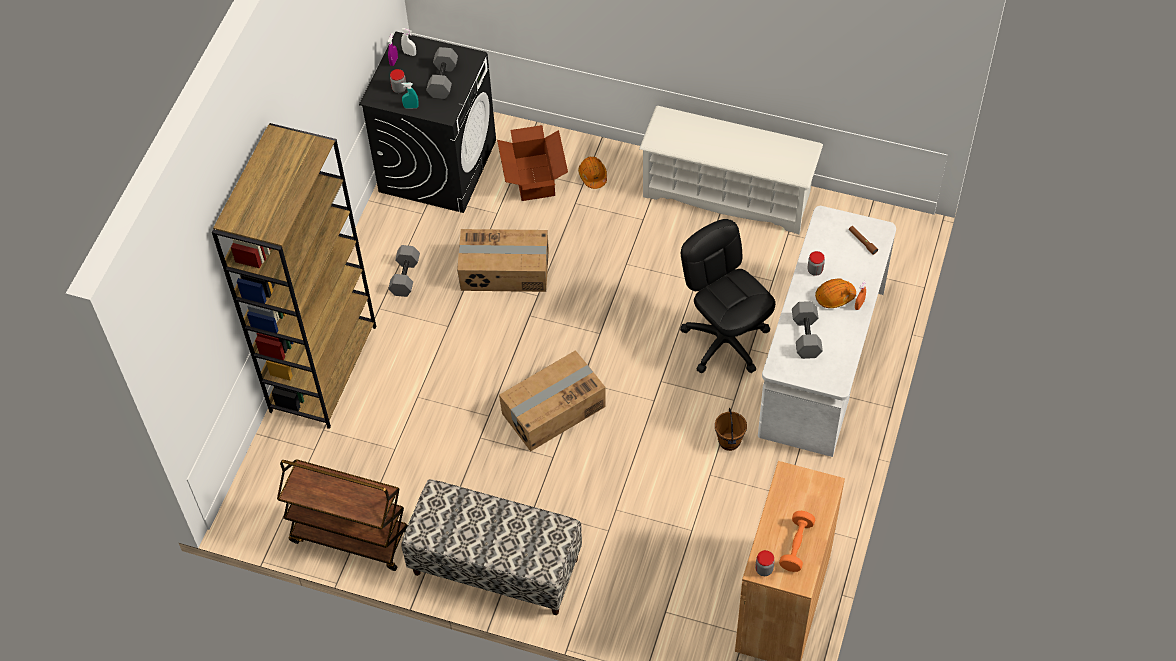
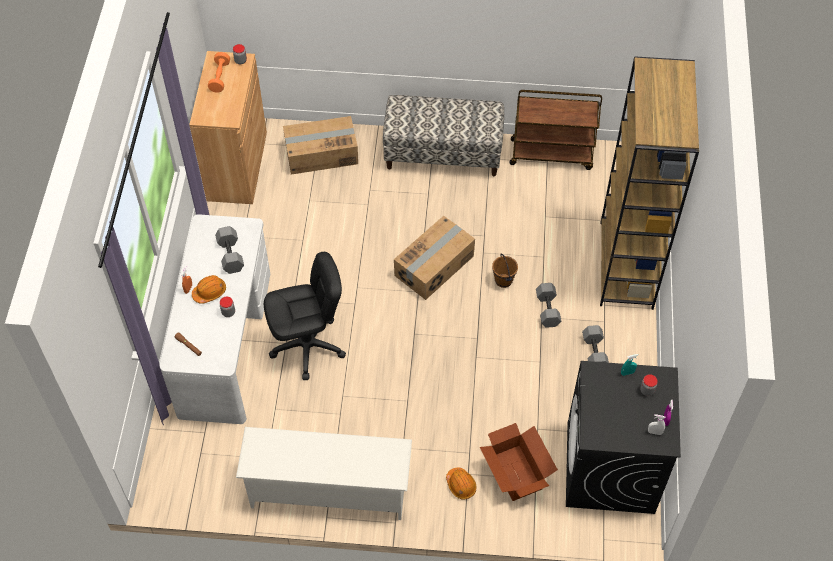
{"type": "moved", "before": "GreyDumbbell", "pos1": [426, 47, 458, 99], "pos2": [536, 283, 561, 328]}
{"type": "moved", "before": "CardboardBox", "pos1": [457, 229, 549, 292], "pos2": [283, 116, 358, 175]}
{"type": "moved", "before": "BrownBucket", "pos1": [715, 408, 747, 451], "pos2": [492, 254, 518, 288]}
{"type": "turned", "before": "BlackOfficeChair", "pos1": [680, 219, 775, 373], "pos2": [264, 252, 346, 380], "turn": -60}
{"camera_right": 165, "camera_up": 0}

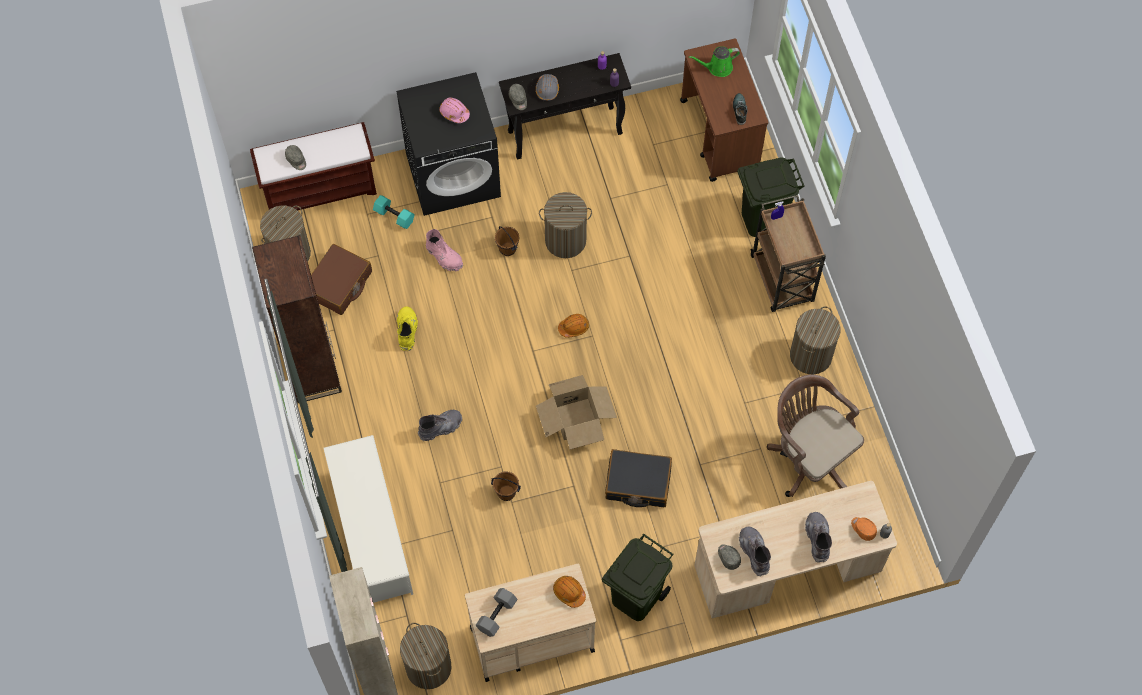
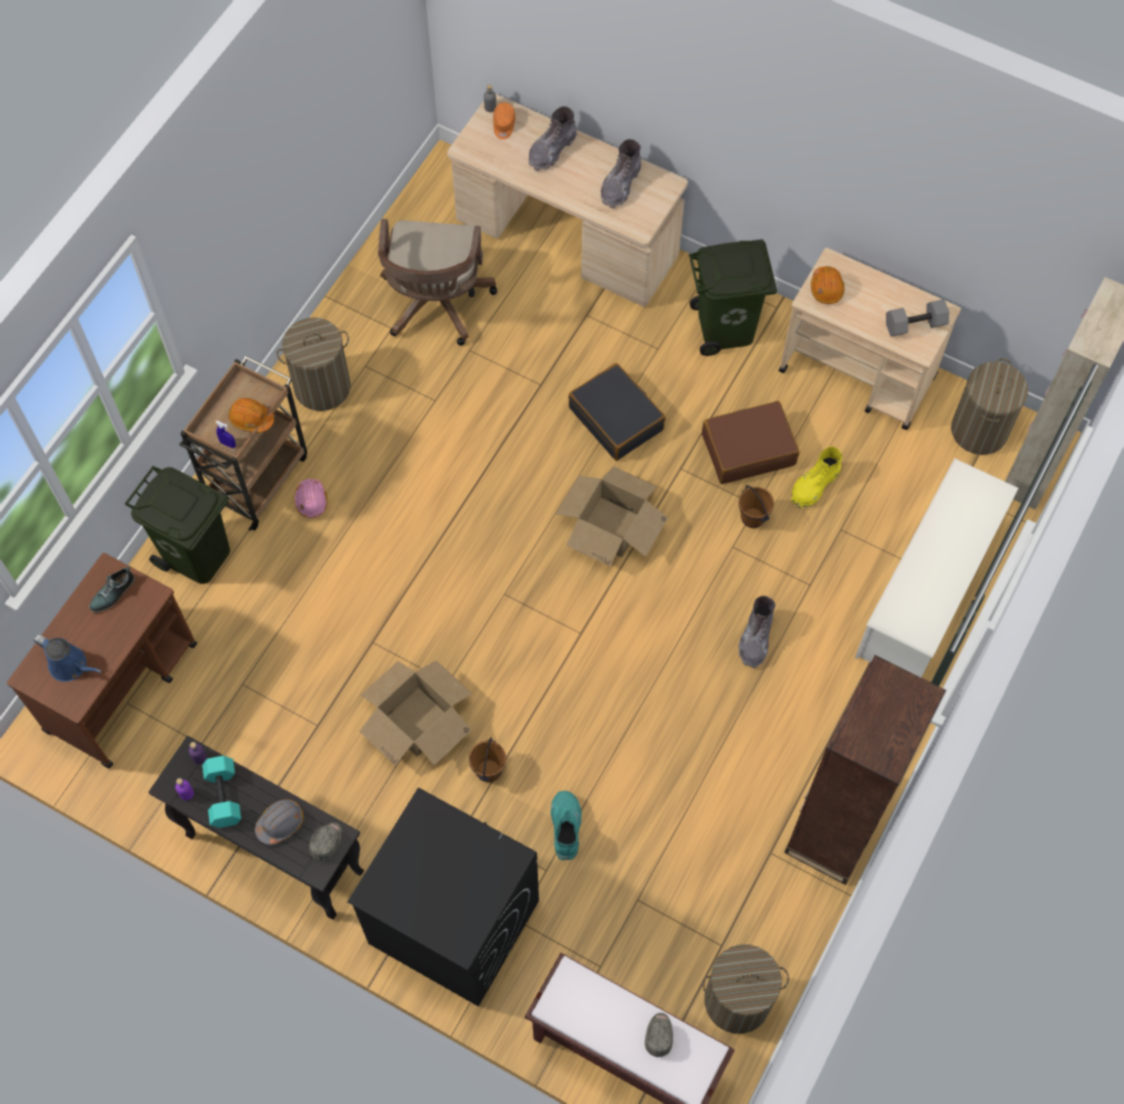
{"type": "removed", "before": "GreyCap", "pos1": [718, 544, 741, 570]}
{"type": "moved", "before": "BrownSuitcase", "pos1": [311, 244, 372, 315], "pos2": [702, 401, 799, 484]}
{"type": "moved", "before": "TurquoiseDumbbell", "pos1": [373, 195, 415, 229], "pos2": [202, 756, 241, 828]}
{"type": "moved", "before": "YellowBoot", "pos1": [397, 306, 418, 351], "pos2": [791, 447, 842, 509]}
{"type": "moved", "before": "PinkHardHat", "pos1": [439, 97, 470, 123], "pos2": [294, 479, 327, 518]}
{"type": "moved", "before": "OrangeHardHat", "pos1": [558, 314, 589, 338], "pos2": [228, 398, 274, 433]}
{"type": "replaced", "before": "LaundryBasket", "after": "CardboardBox", "pos1": [539, 192, 592, 258], "pos2": [359, 660, 472, 766]}
{"type": "recoloured", "before": "PinkBoot", "after": "TurquoiseBoot", "pos1": [426, 229, 463, 272], "pos2": [550, 791, 582, 860]}
{"type": "recoloured", "before": "GreenWateringCan", "after": "BlueWateringCan", "pos1": [689, 46, 740, 77], "pos2": [33, 635, 101, 682]}
{"type": "turned", "before": "GreyBoot", "pos1": [418, 410, 462, 441], "pos2": [738, 596, 775, 668], "turn": -90}
{"camera_right": -135, "camera_up": 0}

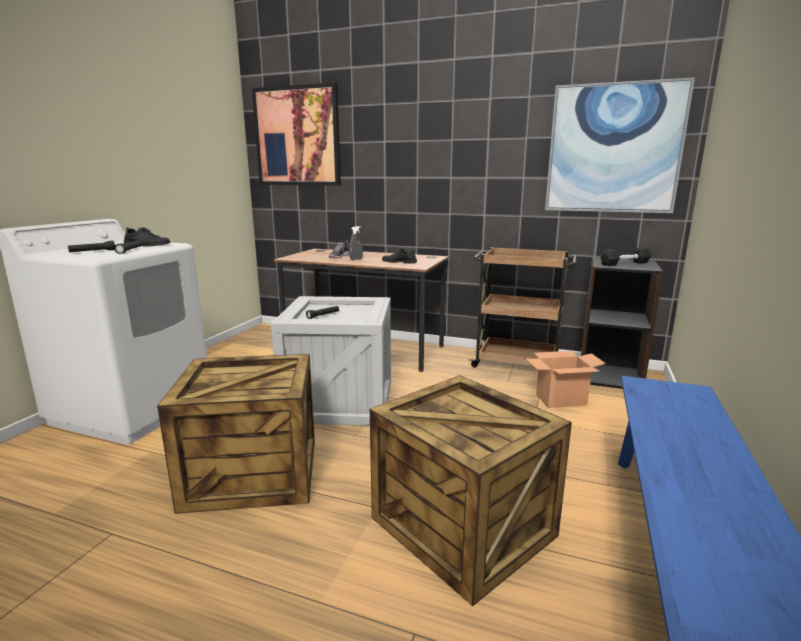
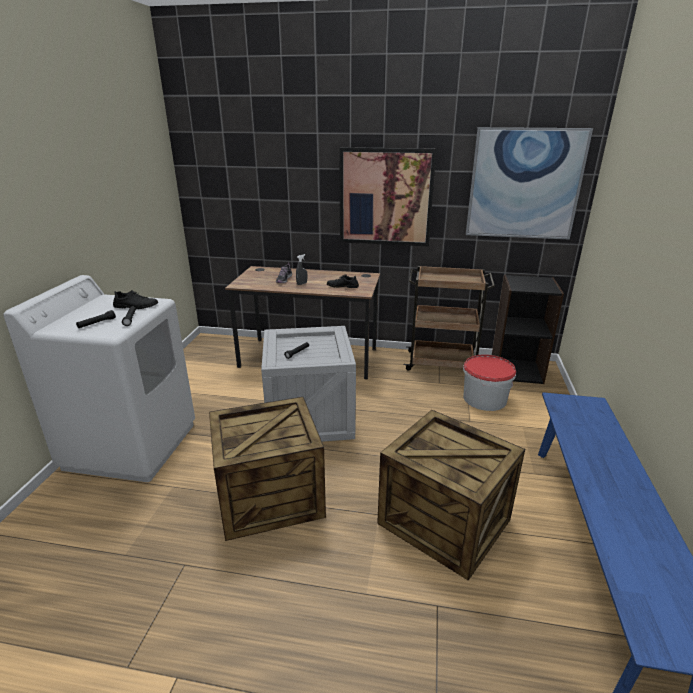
{"type": "removed", "before": "BlackDumbbell", "pos1": [600, 247, 651, 266]}
{"type": "moved", "before": "Picture", "pos1": [252, 82, 341, 186], "pos2": [339, 147, 436, 246]}
{"type": "replaced", "before": "CardboardBox", "after": "Bucket", "pos1": [526, 351, 606, 408], "pos2": [463, 354, 516, 411]}
{"camera_right": -10, "camera_up": 10}

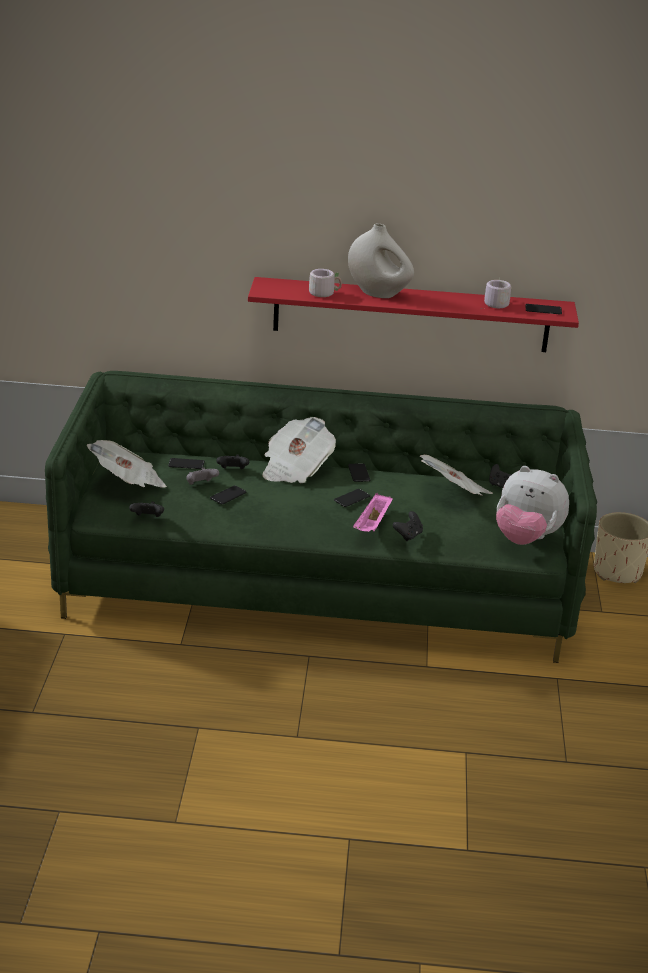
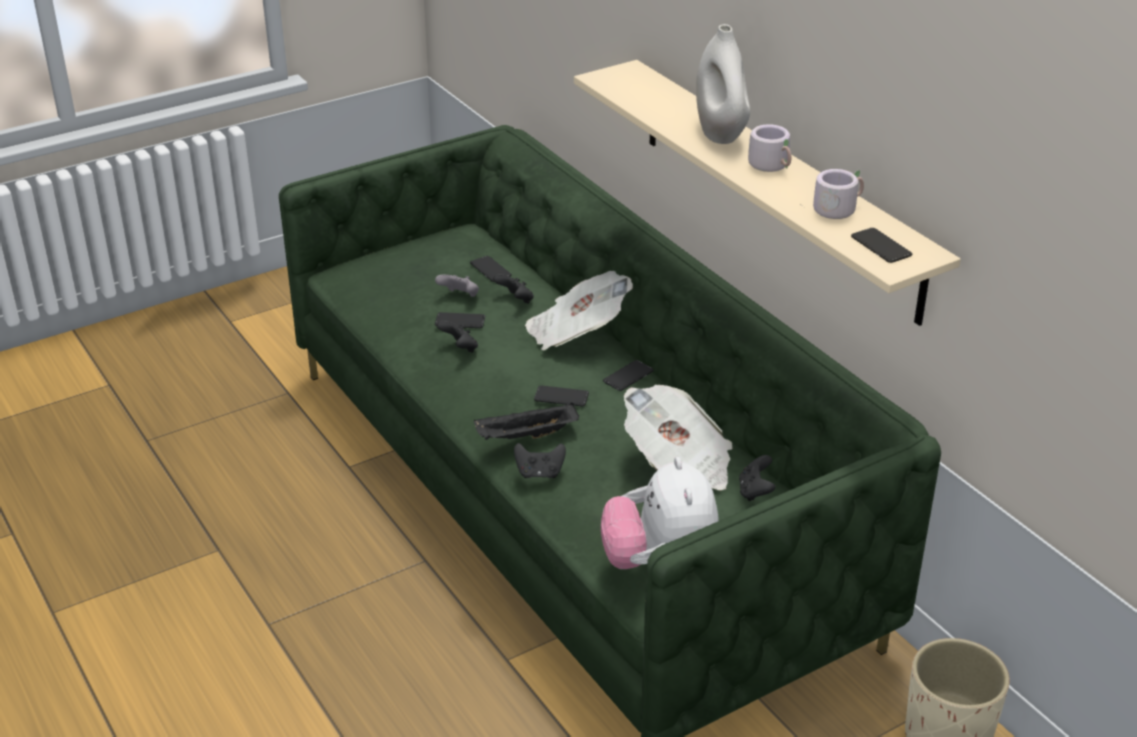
{"type": "removed", "before": "Newspaper", "pos1": [87, 440, 167, 488]}
{"type": "moved", "before": "BlackGameController", "pos1": [129, 502, 164, 517], "pos2": [437, 320, 478, 353]}
{"type": "moved", "before": "GreyMug", "pos1": [309, 269, 342, 297], "pos2": [748, 124, 791, 172]}
{"type": "recoloured", "before": "RedShelf", "after": "BeigeShelf", "pos1": [248, 277, 579, 352], "pos2": [574, 60, 961, 326]}
{"type": "recoloured", "before": "PinkTray", "after": "BlackTray", "pos1": [353, 493, 392, 532], "pos2": [474, 402, 579, 440]}
{"camera_right": 55, "camera_up": 5}

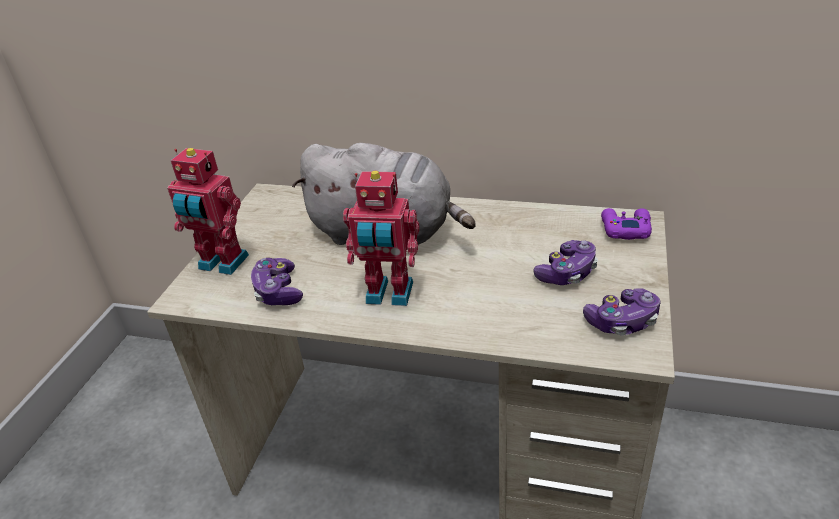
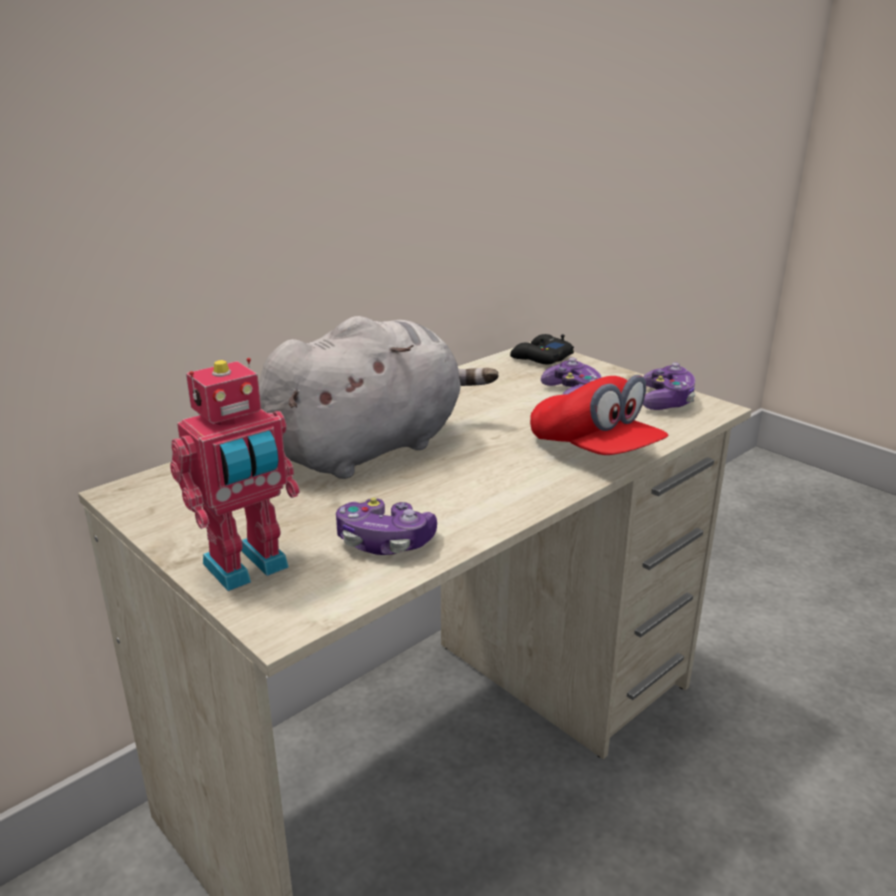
{"type": "removed", "before": "ToyRobot", "pos1": [343, 171, 419, 306]}
{"type": "added", "after": "RedCap", "pos2": [530, 375, 668, 455]}
{"type": "recoloured", "before": "PurpleGameController", "after": "BlackGameController", "pos1": [601, 208, 652, 240], "pos2": [510, 334, 574, 365]}
{"camera_right": -60, "camera_up": -10}

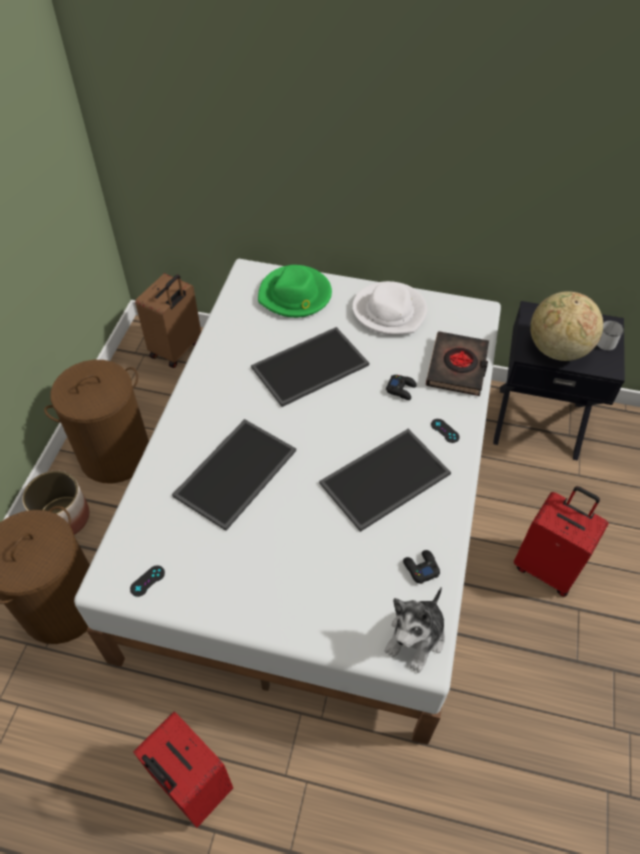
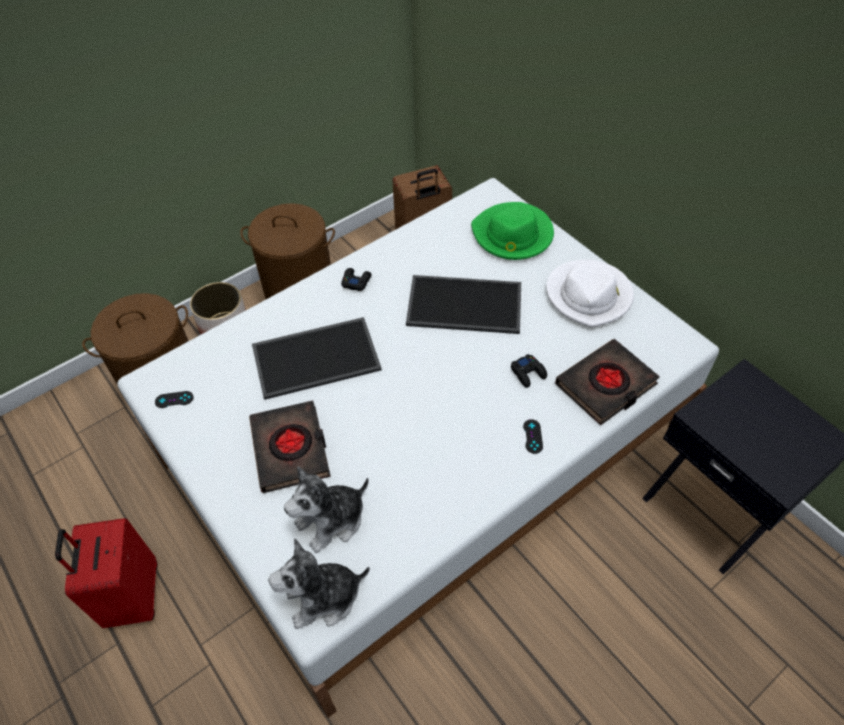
{"type": "removed", "before": "Tray", "pos1": [319, 429, 451, 532]}
{"type": "removed", "before": "RedSuitcase", "pos1": [514, 486, 608, 597]}
{"type": "removed", "before": "Globe", "pos1": [530, 291, 603, 361]}
{"type": "removed", "before": "WhiteMug", "pos1": [597, 320, 624, 351]}
{"type": "added", "after": "BlackBook", "pos2": [249, 401, 331, 493]}
{"type": "added", "after": "PlushToy", "pos2": [284, 466, 369, 553]}
{"type": "moved", "before": "BlackGameController", "pos1": [403, 550, 440, 584], "pos2": [341, 268, 372, 291]}
{"camera_right": 40, "camera_up": 0}

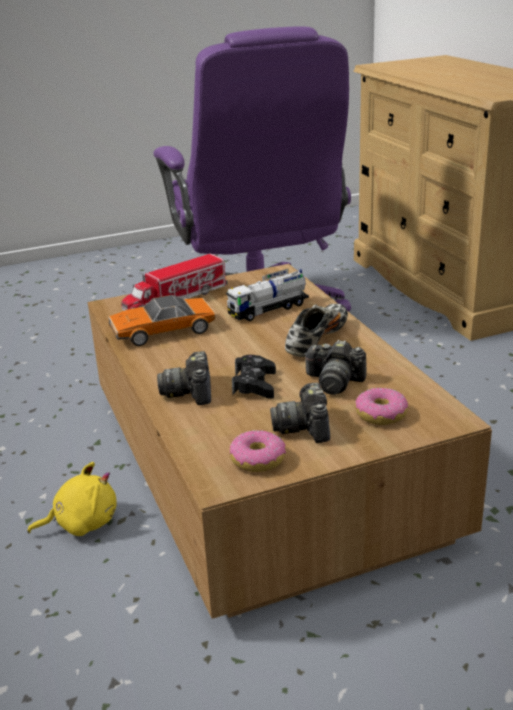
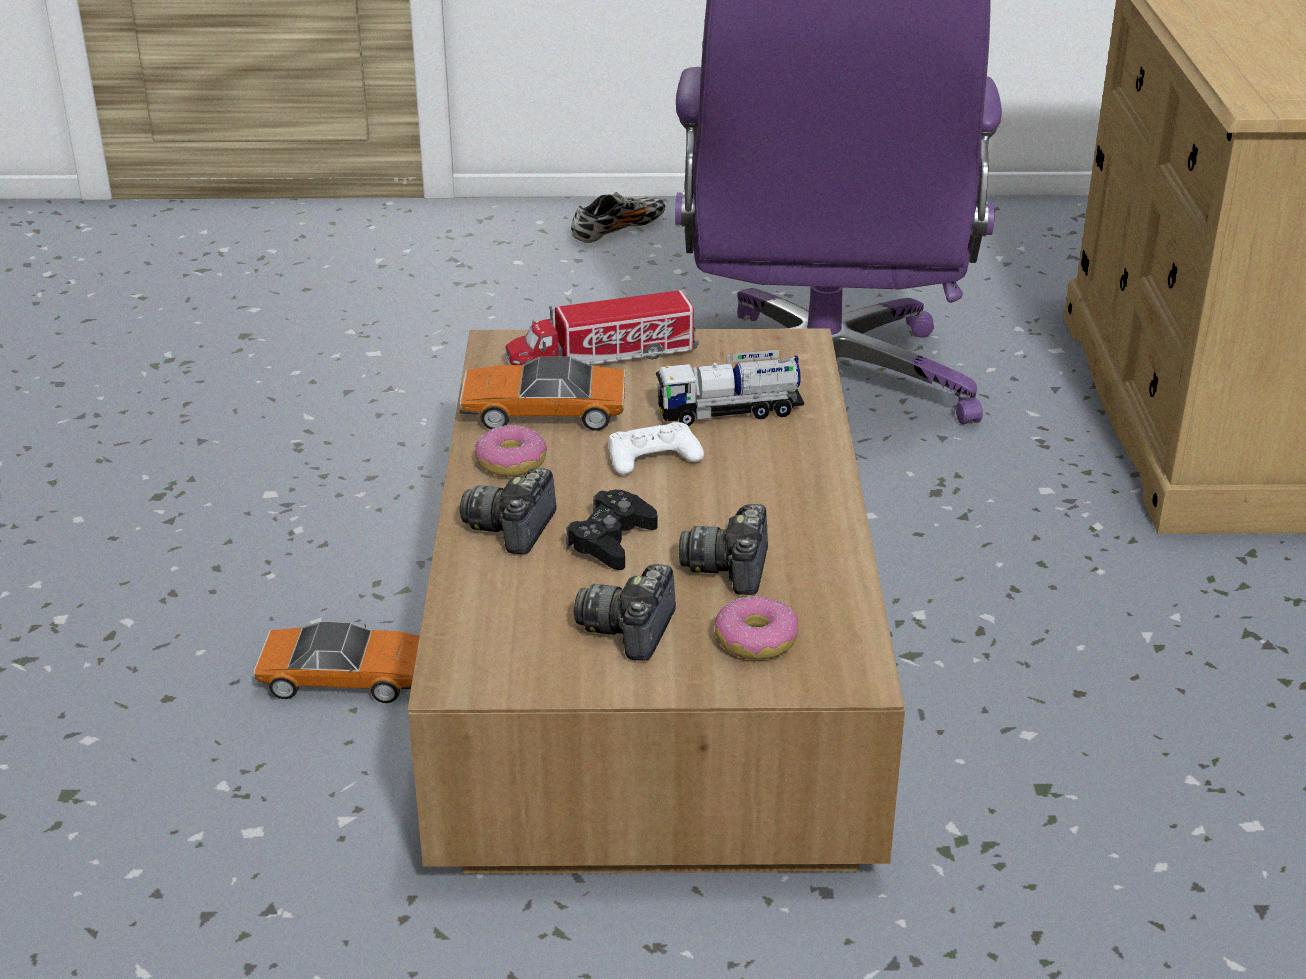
{"type": "added", "after": "WhiteGameController", "pos2": [609, 422, 704, 475]}
{"type": "moved", "before": "Donut", "pos1": [230, 430, 286, 472], "pos2": [475, 424, 547, 477]}
{"type": "moved", "before": "Shoe", "pos1": [285, 304, 348, 357], "pos2": [571, 192, 665, 243]}
{"type": "replaced", "before": "YellowPlushToy", "after": "ToyCar", "pos1": [27, 462, 117, 536], "pos2": [254, 622, 419, 703]}
{"type": "turned", "before": "PhotoCamera", "pos1": [304, 340, 366, 395], "pos2": [679, 504, 768, 595], "turn": 60}
{"camera_right": 20, "camera_up": 5}

